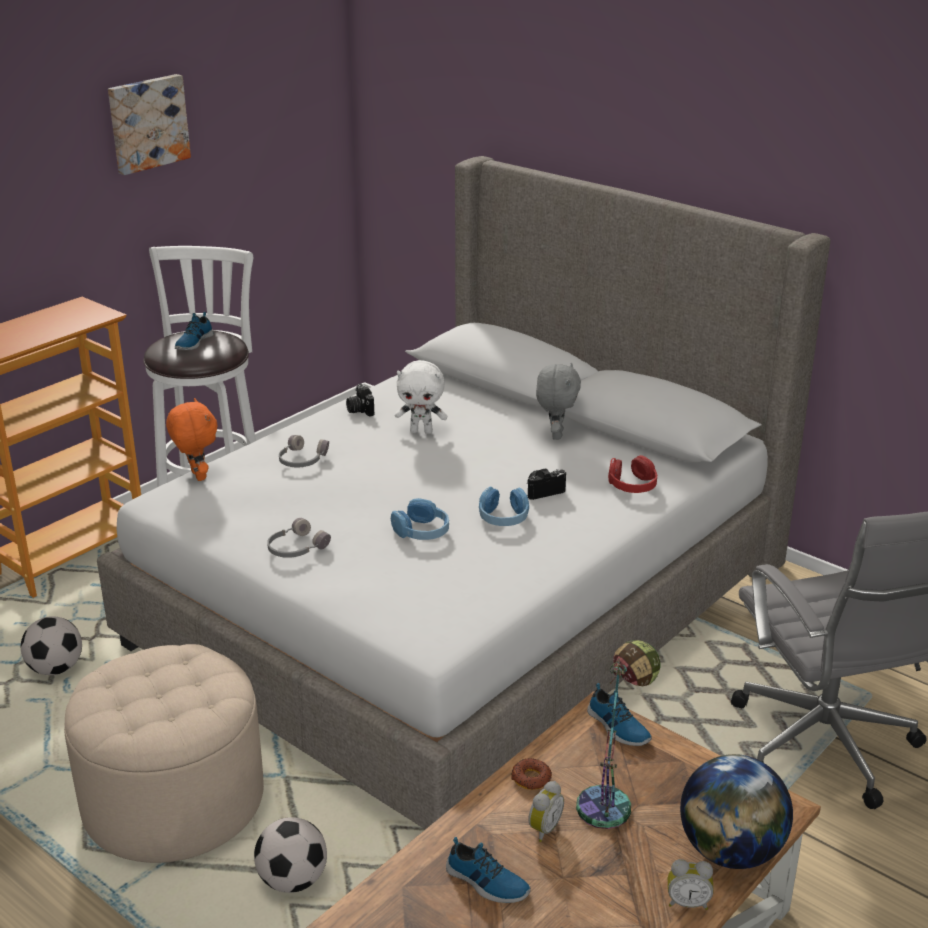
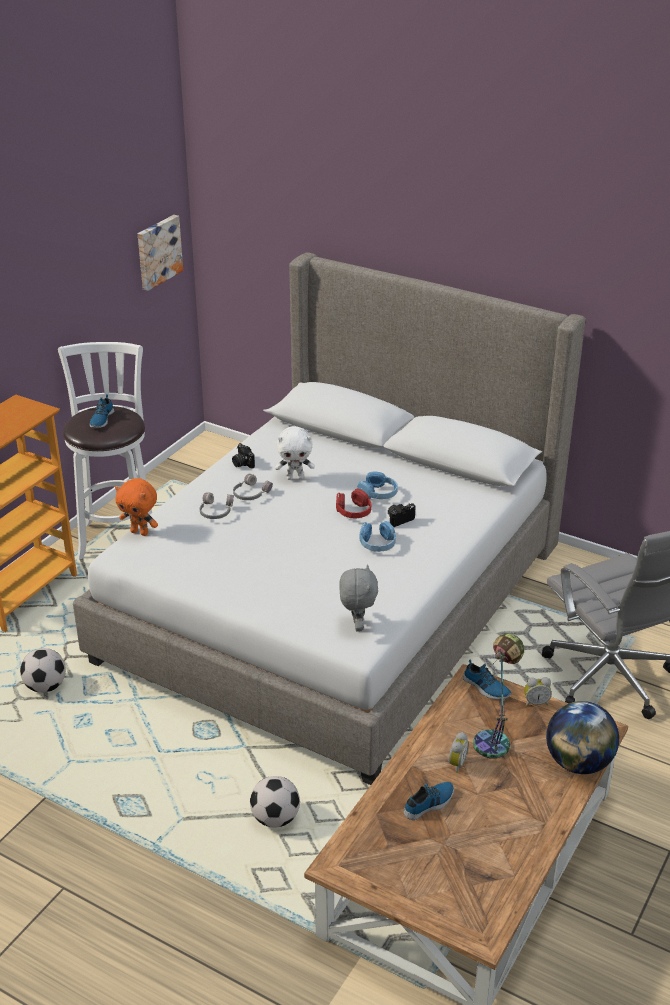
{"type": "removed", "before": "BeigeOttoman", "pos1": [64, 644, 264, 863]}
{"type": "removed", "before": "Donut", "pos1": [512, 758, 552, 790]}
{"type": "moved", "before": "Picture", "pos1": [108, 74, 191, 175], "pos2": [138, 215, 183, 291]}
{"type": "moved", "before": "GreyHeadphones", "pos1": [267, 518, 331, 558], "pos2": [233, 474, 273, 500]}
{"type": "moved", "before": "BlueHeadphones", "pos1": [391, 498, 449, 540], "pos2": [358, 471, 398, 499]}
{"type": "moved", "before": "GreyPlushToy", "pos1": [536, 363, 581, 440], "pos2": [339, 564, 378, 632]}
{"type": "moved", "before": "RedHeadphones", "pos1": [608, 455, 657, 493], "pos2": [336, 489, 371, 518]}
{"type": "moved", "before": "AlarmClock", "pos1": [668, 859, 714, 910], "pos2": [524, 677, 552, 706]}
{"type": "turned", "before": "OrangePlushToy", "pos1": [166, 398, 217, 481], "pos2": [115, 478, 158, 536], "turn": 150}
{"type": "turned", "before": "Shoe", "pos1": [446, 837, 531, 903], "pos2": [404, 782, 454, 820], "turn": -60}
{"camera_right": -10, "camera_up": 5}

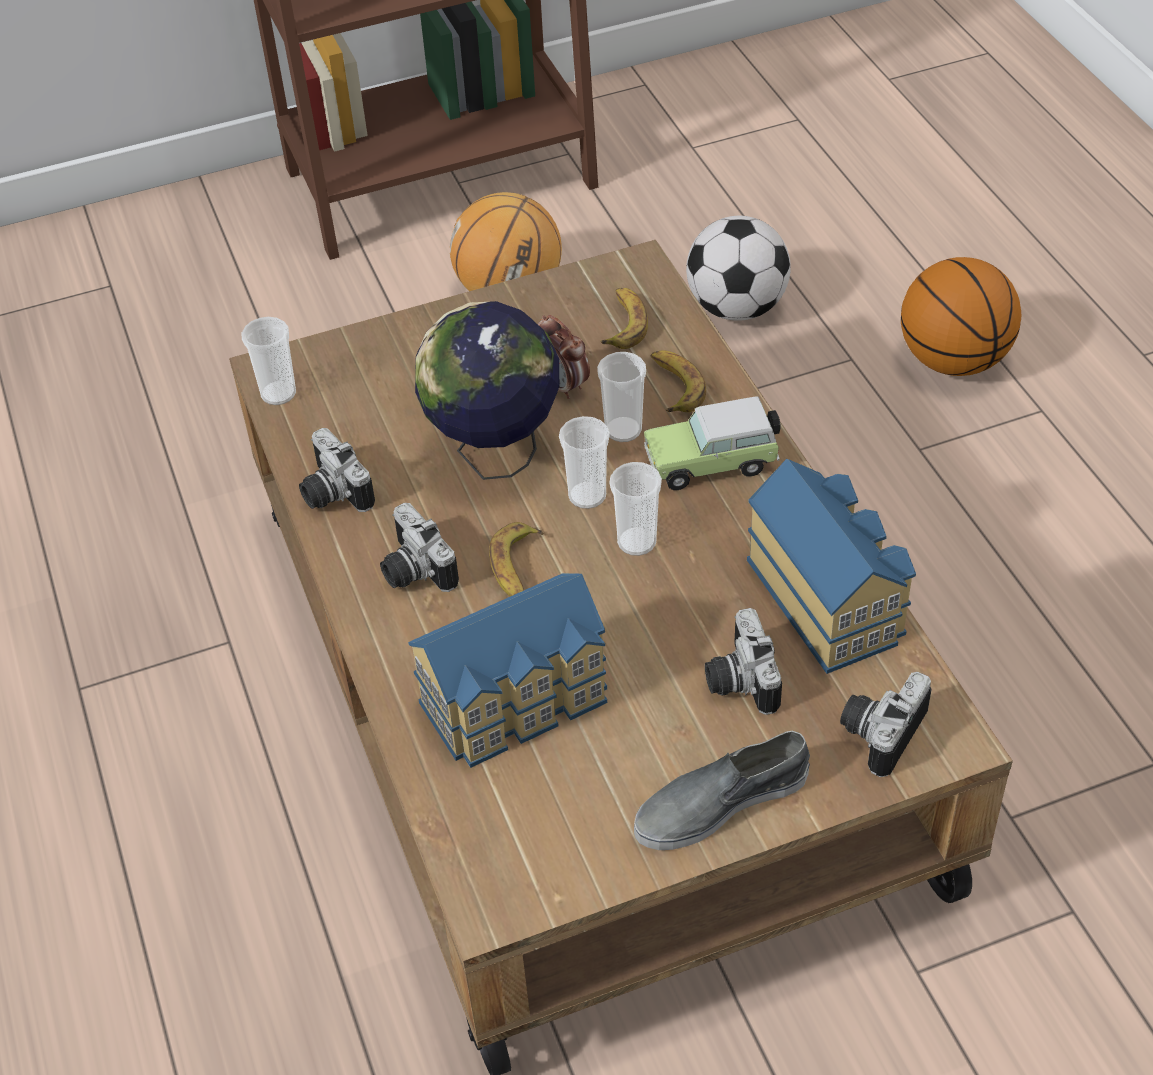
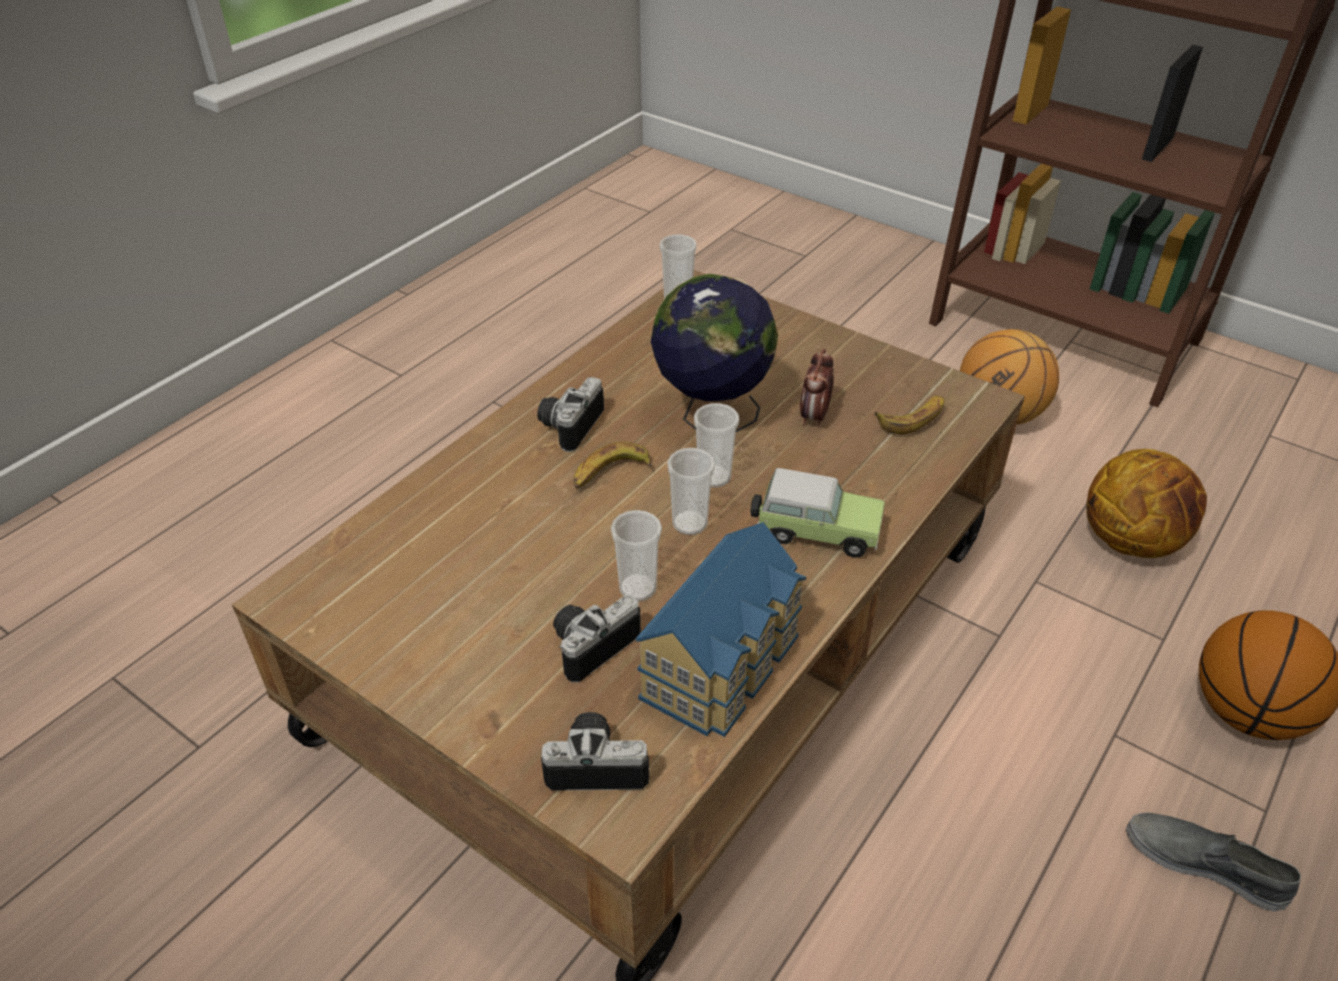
{"type": "removed", "before": "PhotoCamera", "pos1": [299, 428, 375, 512]}
{"type": "removed", "before": "ToyHouse", "pos1": [408, 573, 607, 768]}
{"type": "removed", "before": "Banana", "pos1": [651, 350, 706, 412]}
{"type": "moved", "before": "Cup", "pos1": [597, 352, 646, 442], "pos2": [611, 510, 662, 601]}
{"type": "moved", "before": "GreyShoe", "pos1": [634, 731, 810, 850], "pos2": [1126, 813, 1301, 911]}
{"type": "replaced", "before": "Football", "after": "Basketball", "pos1": [686, 216, 791, 321], "pos2": [1086, 449, 1207, 558]}
{"type": "turned", "before": "ToyCar", "pos1": [644, 396, 781, 490], "pos2": [750, 468, 885, 558], "turn": 150}
{"camera_right": 55, "camera_up": -5}

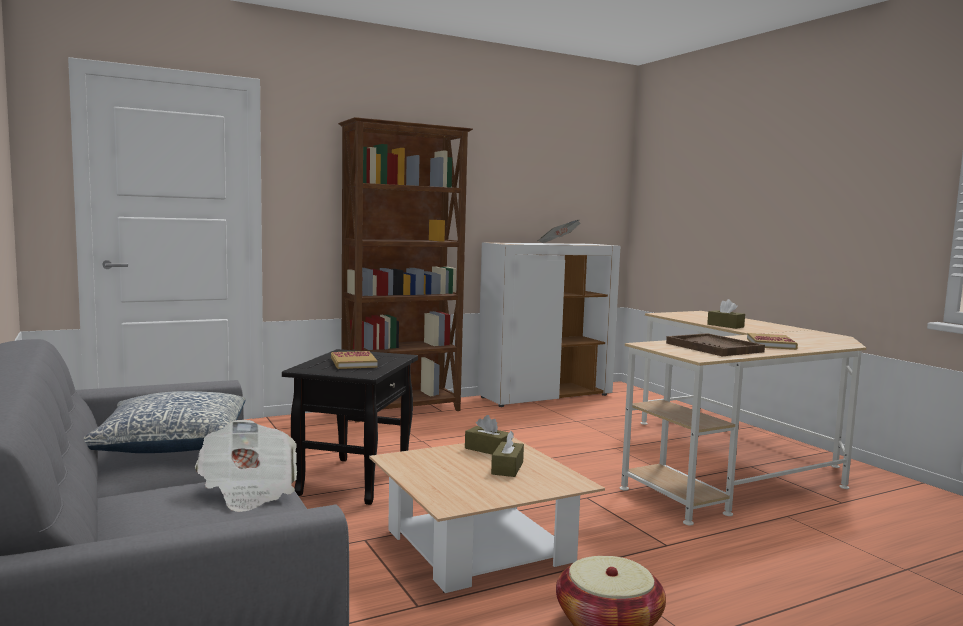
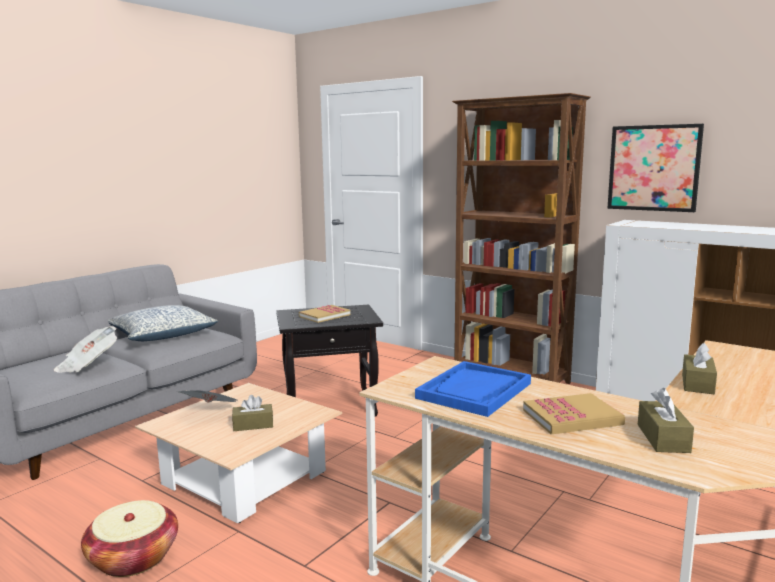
{"type": "added", "after": "Picture", "pos2": [607, 124, 704, 212]}
{"type": "moved", "before": "BrownTissueBox", "pos1": [465, 415, 509, 455], "pos2": [638, 388, 694, 453]}
{"type": "moved", "before": "Newspaper", "pos1": [537, 220, 580, 243], "pos2": [178, 390, 237, 403]}
{"type": "recoloured", "before": "BrownTray", "after": "BlueTray", "pos1": [666, 333, 765, 356], "pos2": [415, 361, 531, 417]}
{"camera_right": 65, "camera_up": 5}

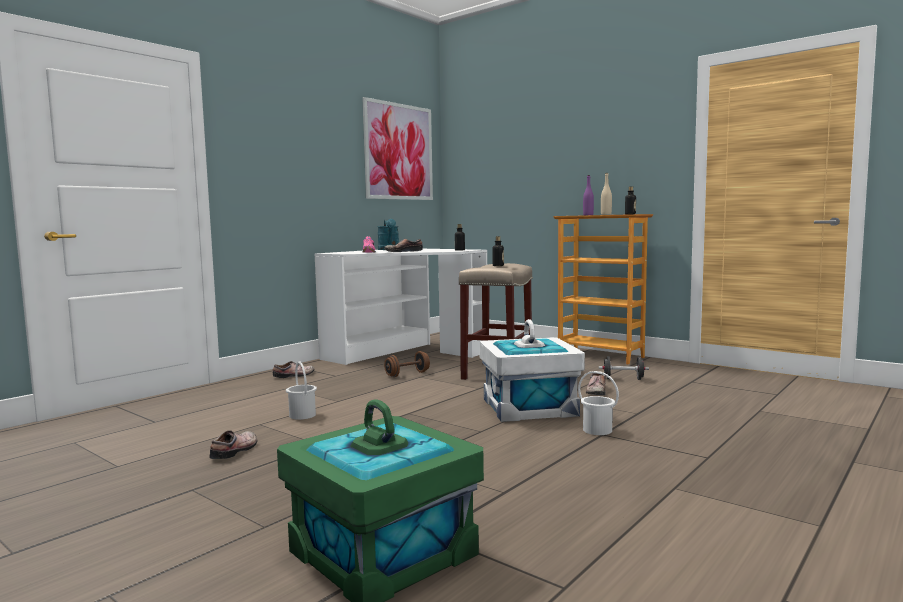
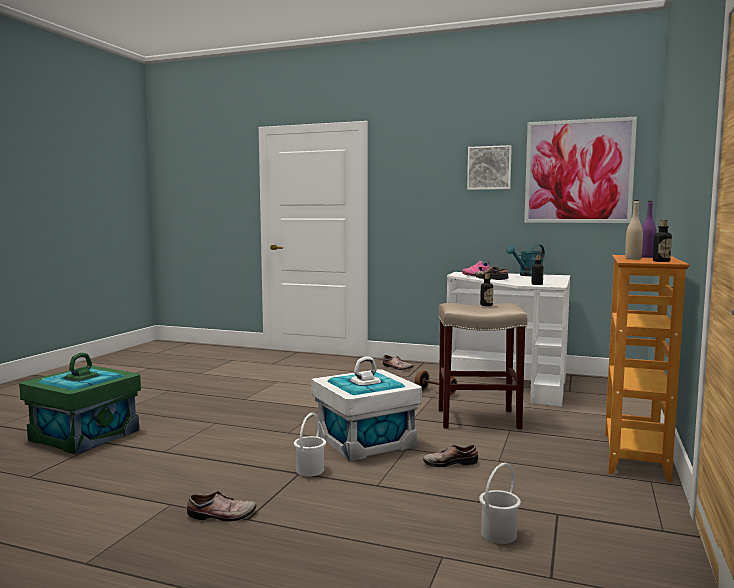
{"type": "removed", "before": "BlackDumbbell", "pos1": [599, 356, 649, 380]}
{"type": "added", "after": "Picture", "pos2": [467, 145, 512, 190]}
{"type": "moved", "before": "Shoe", "pos1": [209, 430, 257, 459], "pos2": [187, 491, 256, 522]}
{"type": "moved", "before": "WhiteBucket", "pos1": [286, 361, 317, 420], "pos2": [479, 463, 521, 544]}
{"camera_right": 70, "camera_up": 0}

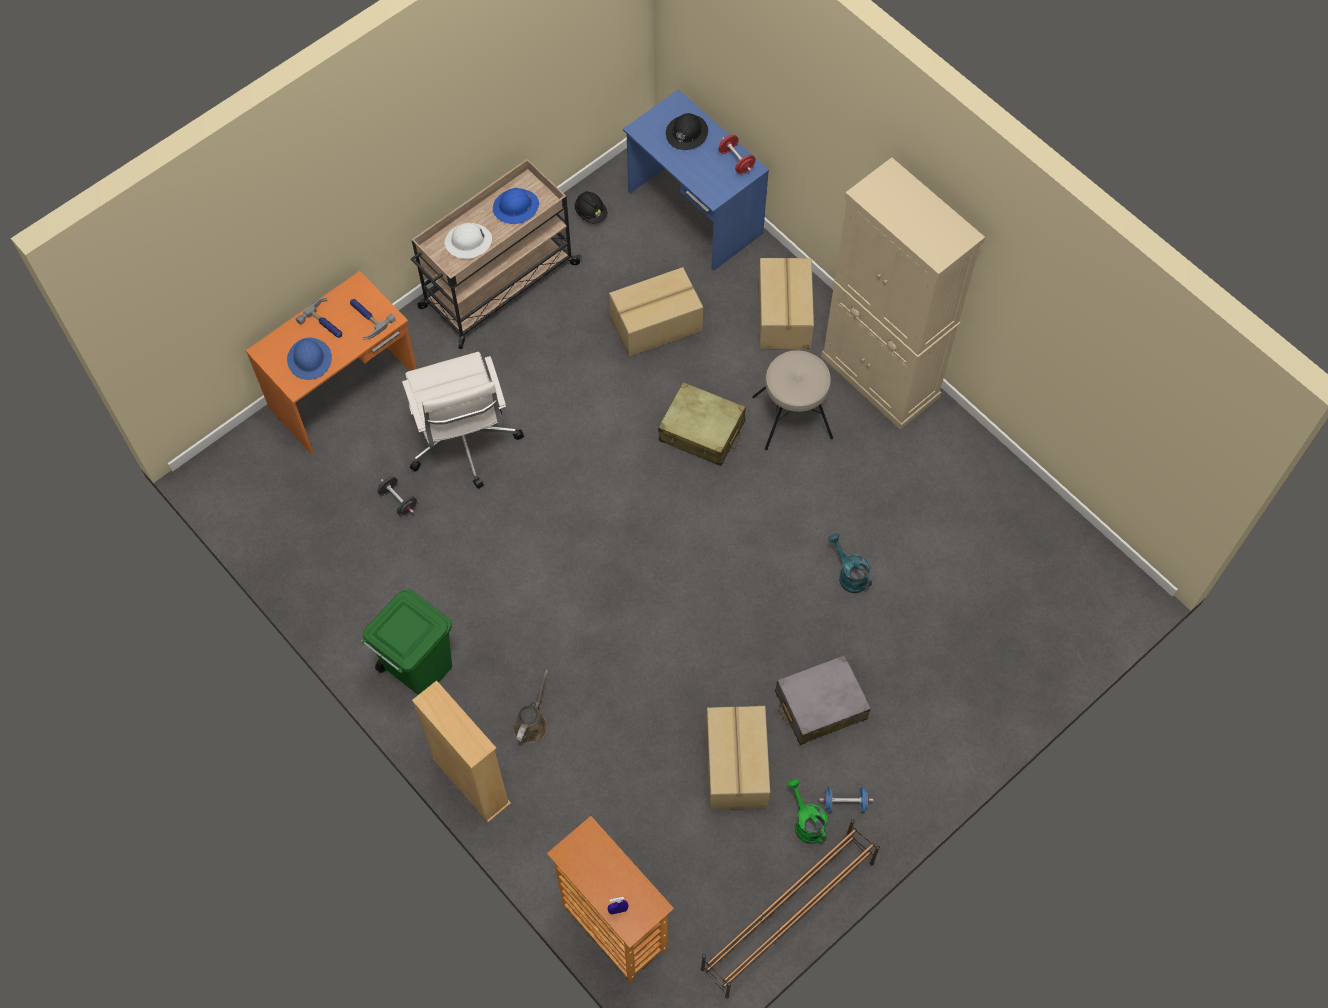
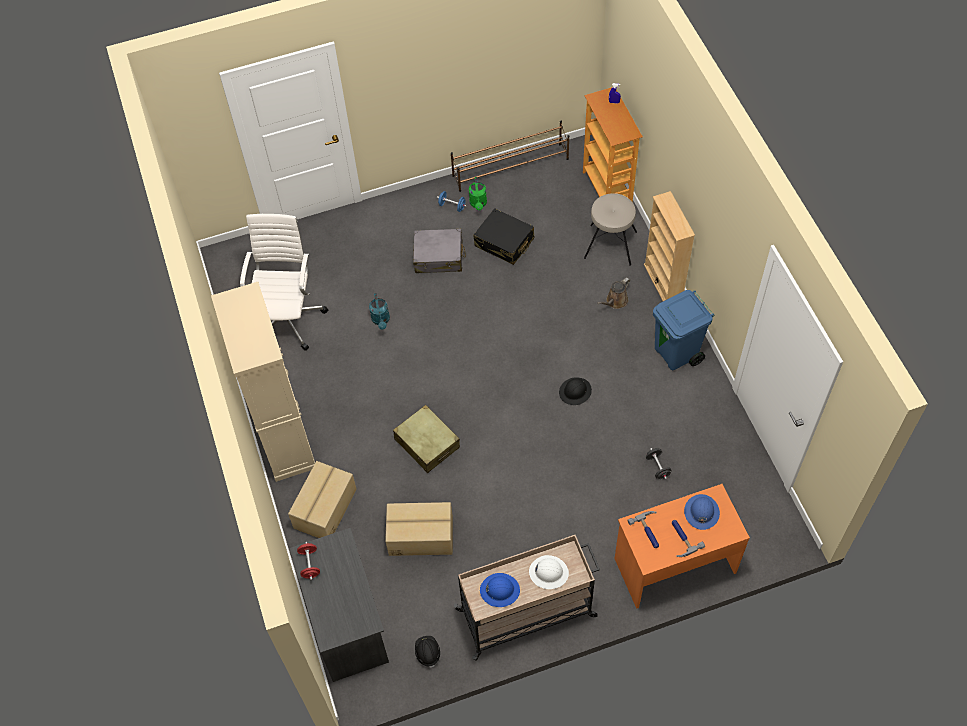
{"type": "moved", "before": "WhiteOfficeChair", "pos1": [402, 352, 524, 489], "pos2": [240, 214, 328, 350]}
{"type": "moved", "before": "BlackHardHat", "pos1": [666, 113, 708, 150], "pos2": [559, 378, 592, 405]}
{"type": "moved", "before": "BeigeStool", "pos1": [752, 350, 833, 450], "pos2": [584, 193, 637, 266]}
{"type": "replaced", "before": "CardboardBox", "after": "BlackSuitcase", "pos1": [706, 706, 770, 810], "pos2": [473, 208, 534, 265]}
{"type": "recoloured", "before": "GreenTrashCan", "after": "BlueTrashCan", "pos1": [361, 589, 452, 695], "pos2": [653, 290, 715, 370]}
{"type": "recoloured", "before": "BlueDesk", "after": "GreyDesk", "pos1": [623, 89, 769, 271], "pos2": [289, 528, 389, 682]}
{"camera_right": -155, "camera_up": -5}

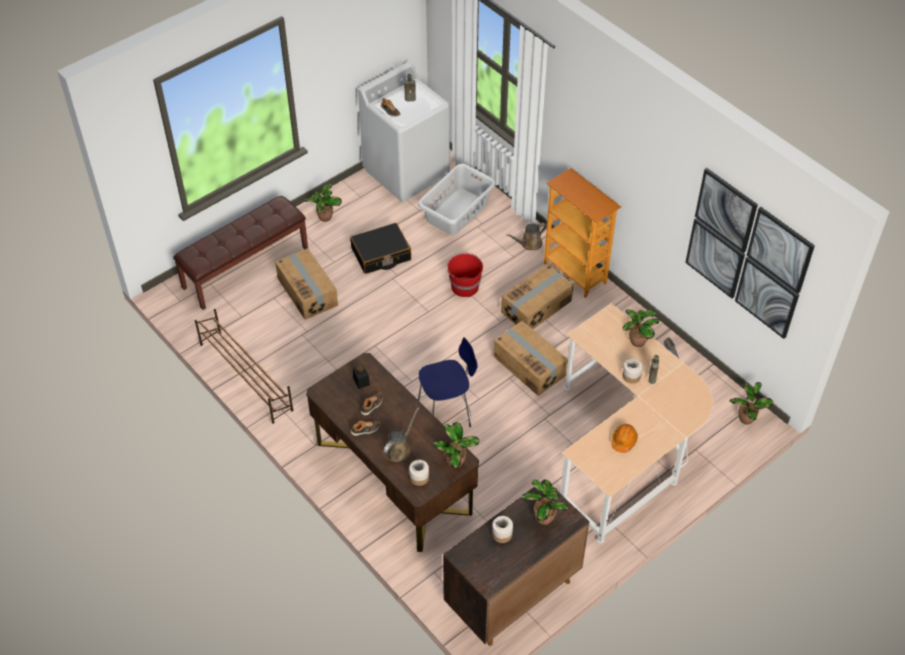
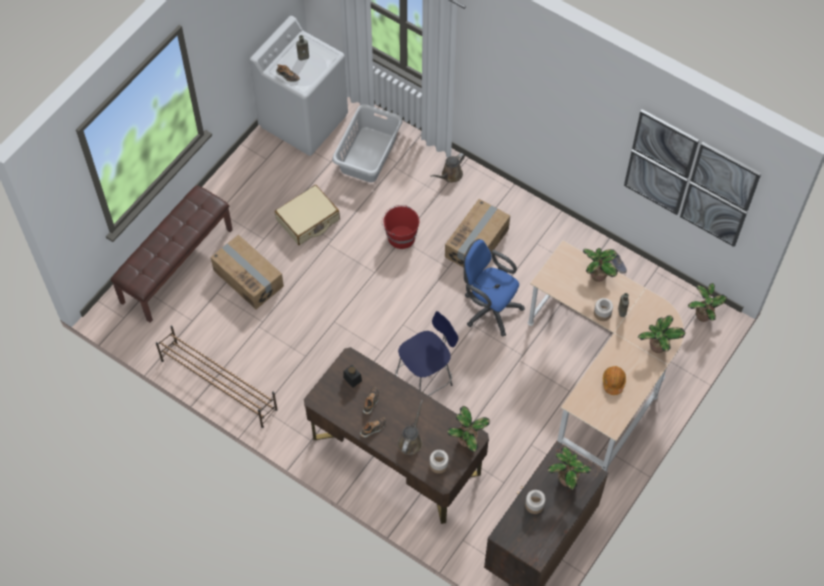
{"type": "removed", "before": "Bookcase", "pos1": [544, 168, 621, 298]}
{"type": "moved", "before": "PottedPlant", "pos1": [304, 184, 342, 222], "pos2": [638, 315, 686, 353]}
{"type": "replaced", "before": "CardboardBox", "after": "BlueOfficeChair", "pos1": [494, 321, 568, 396], "pos2": [464, 239, 525, 336]}
{"type": "recoloured", "before": "BlackSuitcase", "after": "BeigeSuitcase", "pos1": [350, 223, 411, 274], "pos2": [275, 185, 340, 245]}
{"camera_right": -15, "camera_up": 10}

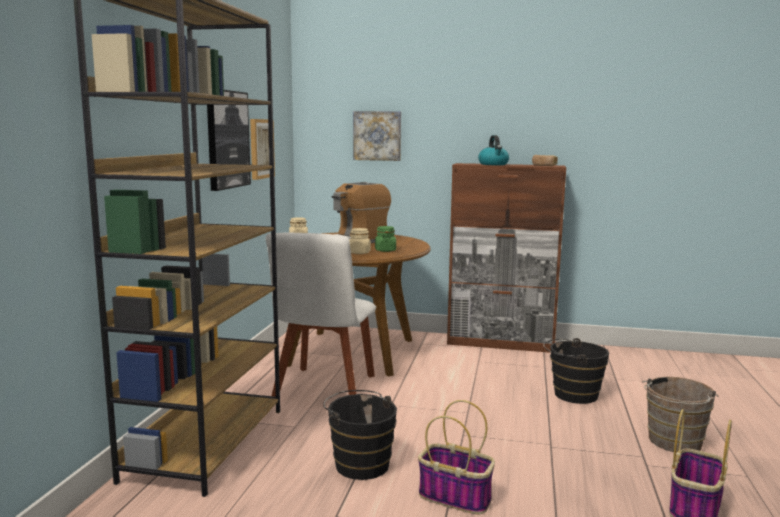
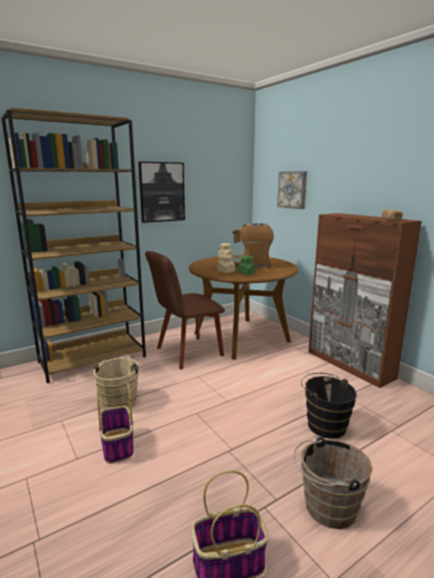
{"type": "removed", "before": "Picture", "pos1": [250, 119, 275, 180]}
{"type": "removed", "before": "Kettle", "pos1": [478, 135, 509, 165]}
{"type": "recoloured", "before": "WhiteChair", "after": "BrownChair", "pos1": [266, 232, 376, 397], "pos2": [145, 251, 225, 369]}
{"type": "recoloured", "before": "BlackBucket", "after": "BeigeBucket", "pos1": [323, 390, 397, 480], "pos2": [93, 355, 141, 409]}
{"camera_right": 45, "camera_up": 5}

